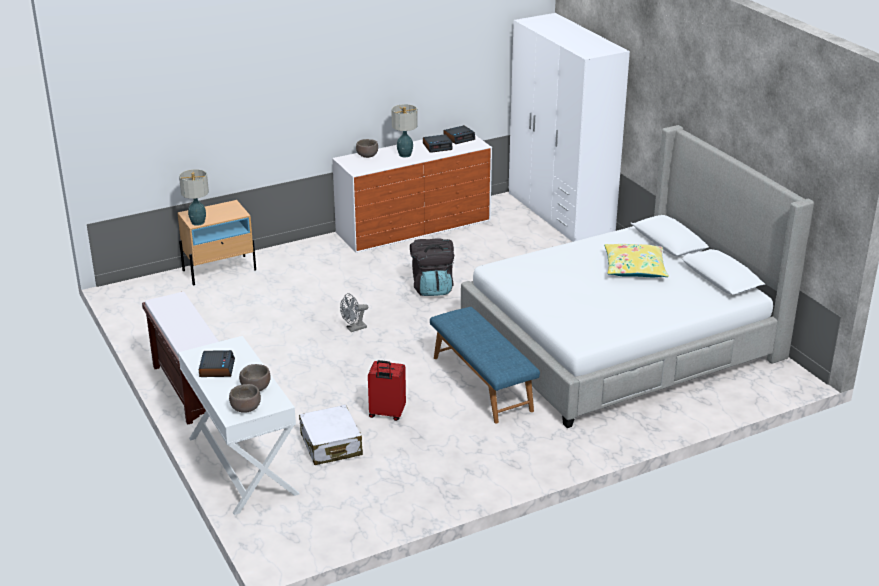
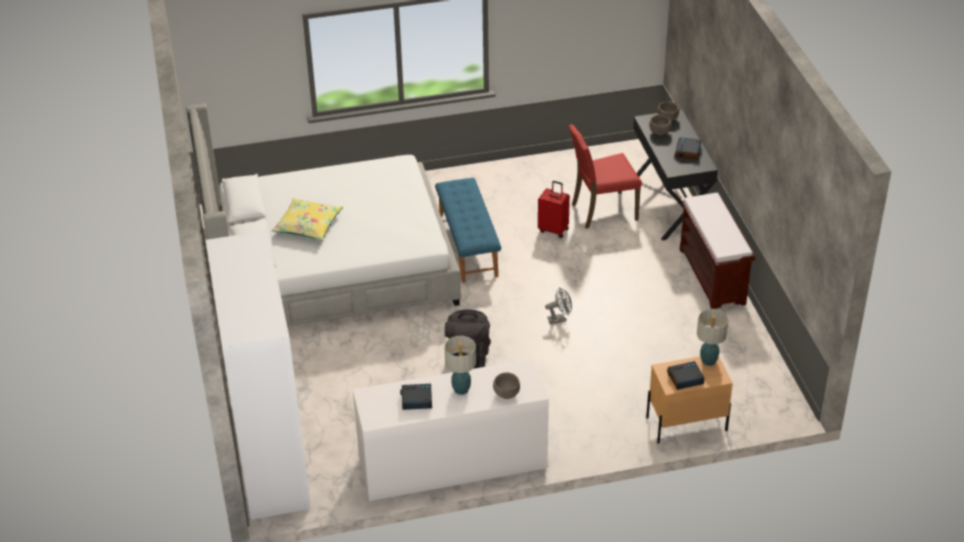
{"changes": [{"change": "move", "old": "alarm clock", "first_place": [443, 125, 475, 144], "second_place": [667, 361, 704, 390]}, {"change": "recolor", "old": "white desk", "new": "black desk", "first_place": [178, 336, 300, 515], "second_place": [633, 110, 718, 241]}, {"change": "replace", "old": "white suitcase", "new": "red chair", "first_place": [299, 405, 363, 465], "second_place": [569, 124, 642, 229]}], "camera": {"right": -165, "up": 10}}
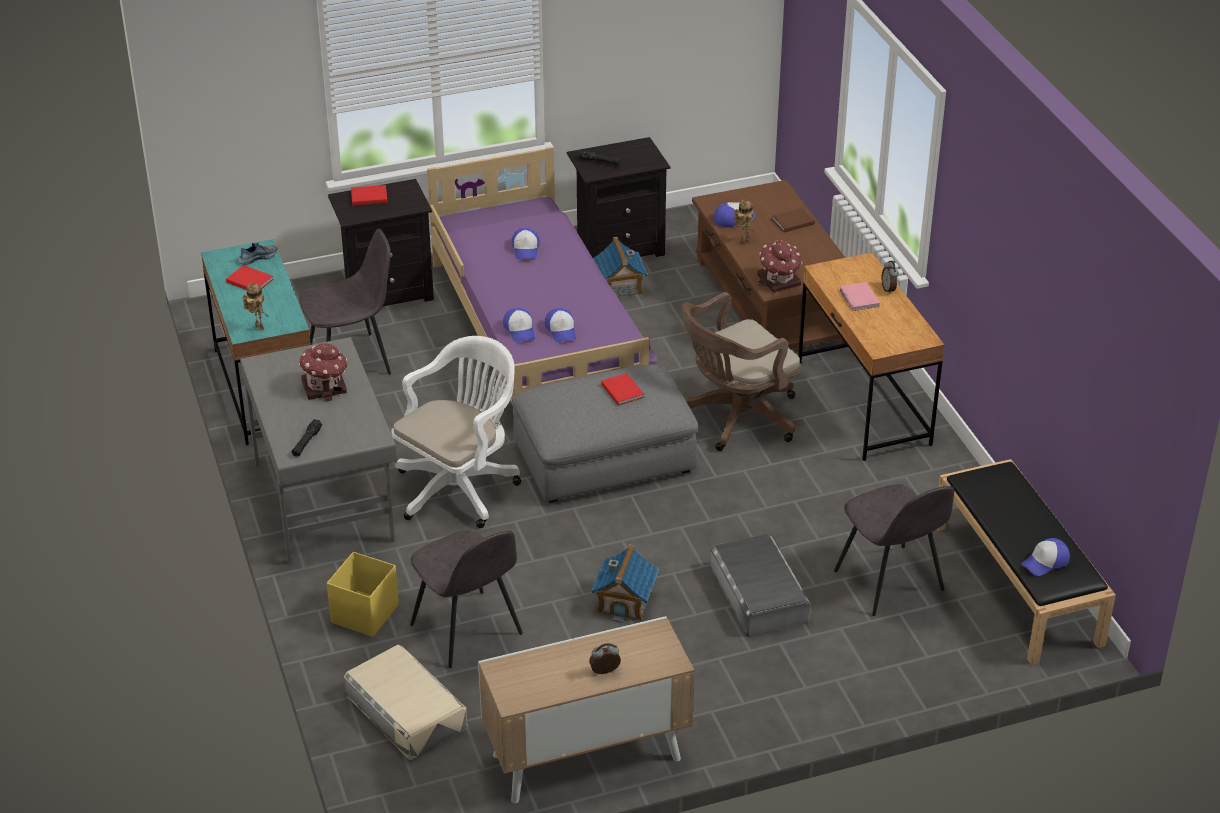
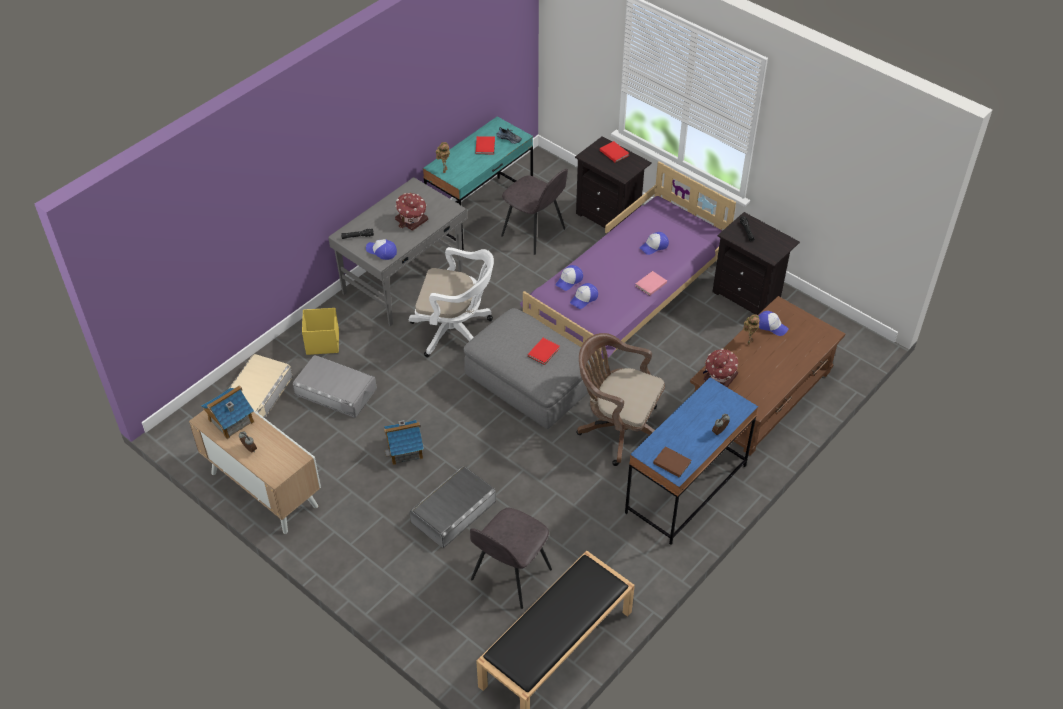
{"changes": [{"change": "move", "old": "brown book", "first_place": [772, 208, 815, 232], "second_place": [653, 446, 691, 477]}, {"change": "move", "old": "toy house", "first_place": [593, 237, 648, 297], "second_place": [201, 385, 254, 439]}, {"change": "recolor", "old": "brown desk", "new": "blue desk", "first_place": [798, 253, 945, 461], "second_place": [625, 377, 758, 545]}, {"change": "move", "old": "pink book", "first_place": [840, 282, 880, 311], "second_place": [636, 271, 667, 296]}, {"change": "replace", "old": "grey chair", "new": "grey storage box", "first_place": [410, 530, 523, 668], "second_place": [293, 355, 377, 418]}, {"change": "move", "old": "cap", "first_place": [1021, 538, 1070, 576], "second_place": [366, 239, 397, 260]}], "camera": {"right": 60, "up": 10}}
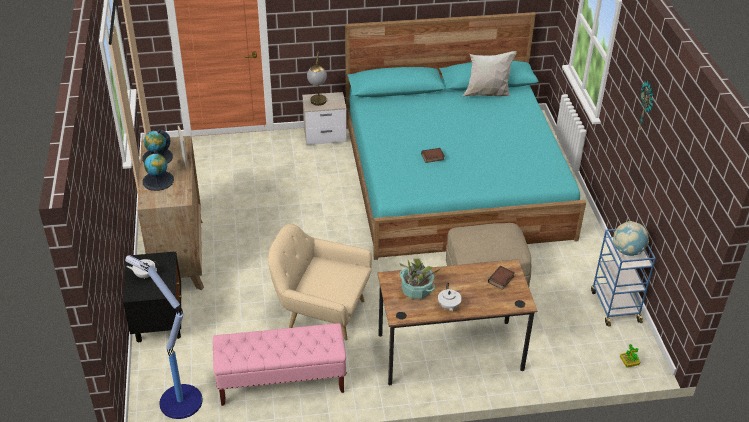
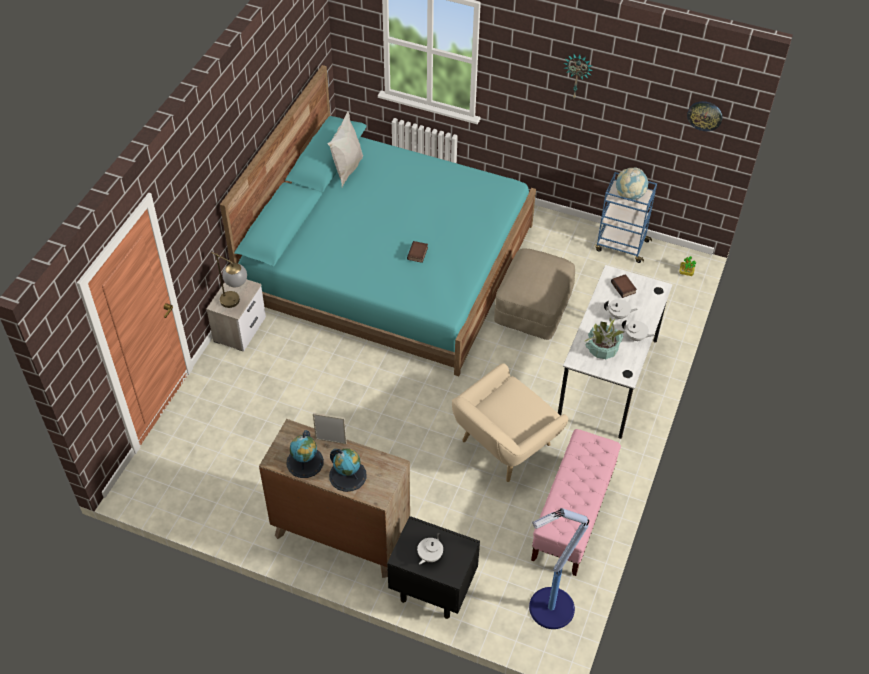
{"changes": [{"change": "recolor", "old": "brown desk", "new": "white desk", "first_place": [378, 259, 537, 385], "second_place": [558, 265, 673, 439]}, {"change": "insert", "new": "wall clock", "second_place": [687, 101, 723, 131]}, {"change": "insert", "new": "white teapot", "second_place": [604, 299, 638, 319]}], "camera": {"right": -60, "up": 10}}
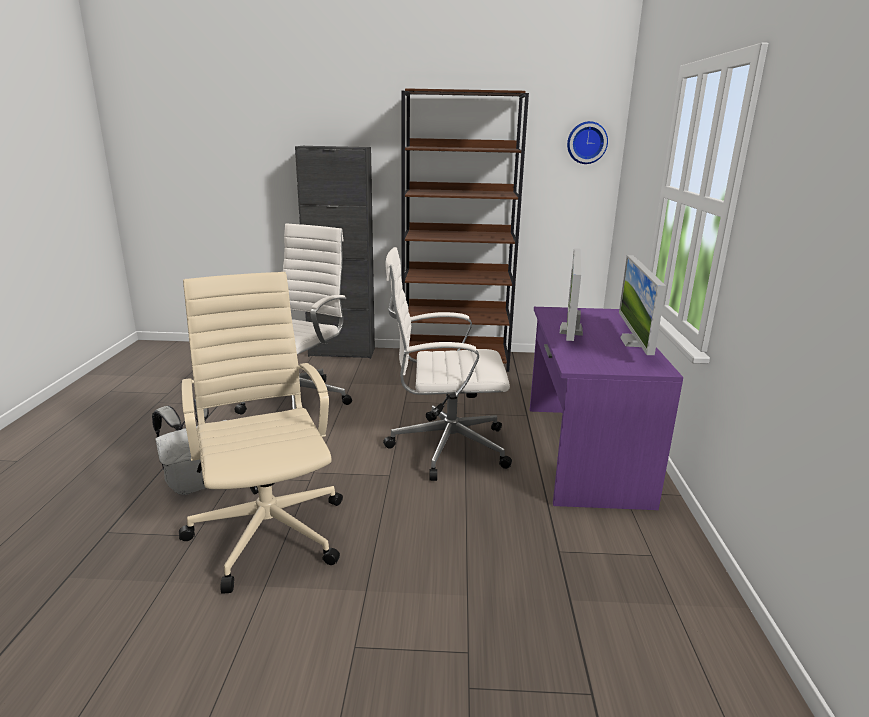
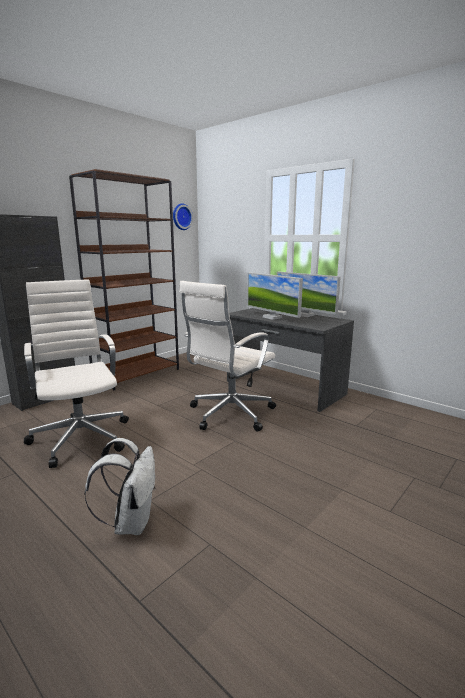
{"changes": [{"change": "delete", "old": "beige office chair", "first_place": [179, 272, 343, 594]}, {"change": "recolor", "old": "purple desk", "new": "grey desk", "first_place": [530, 307, 683, 510], "second_place": [227, 308, 354, 412]}], "camera": {"right": -50, "up": -5}}
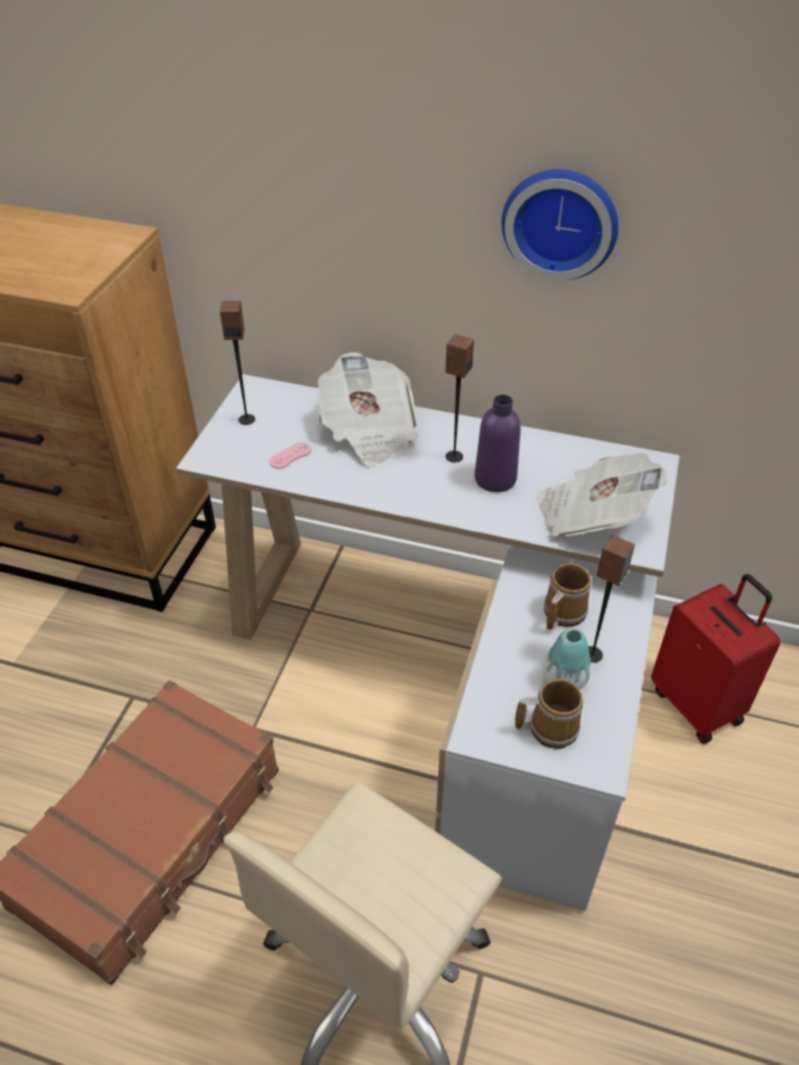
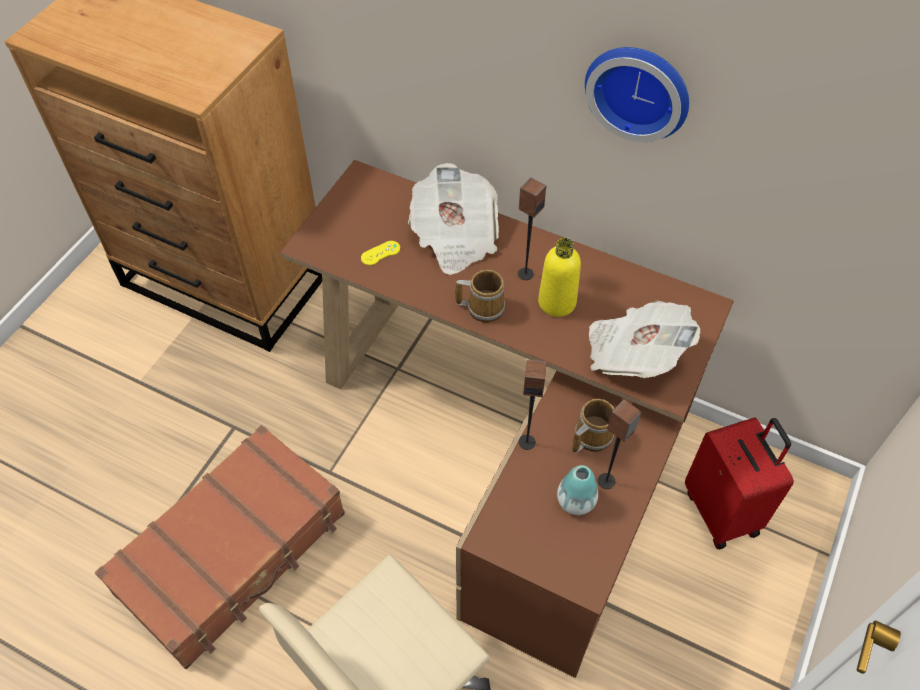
{"changes": [{"change": "move", "old": "speaker", "first_place": [220, 301, 255, 425], "second_place": [518, 360, 547, 450]}, {"change": "recolor", "old": "white desk", "new": "brown desk", "first_place": [176, 374, 680, 911], "second_place": [280, 160, 734, 678]}, {"change": "recolor", "old": "purple bottle", "new": "yellow bottle", "first_place": [475, 395, 521, 492], "second_place": [538, 238, 581, 317]}, {"change": "recolor", "old": "pink game controller", "new": "yellow game controller", "first_place": [269, 442, 312, 469], "second_place": [361, 241, 400, 265]}, {"change": "move", "old": "mug", "first_place": [515, 679, 583, 749], "second_place": [455, 270, 505, 323]}], "camera": {"right": 10, "up": 10}}
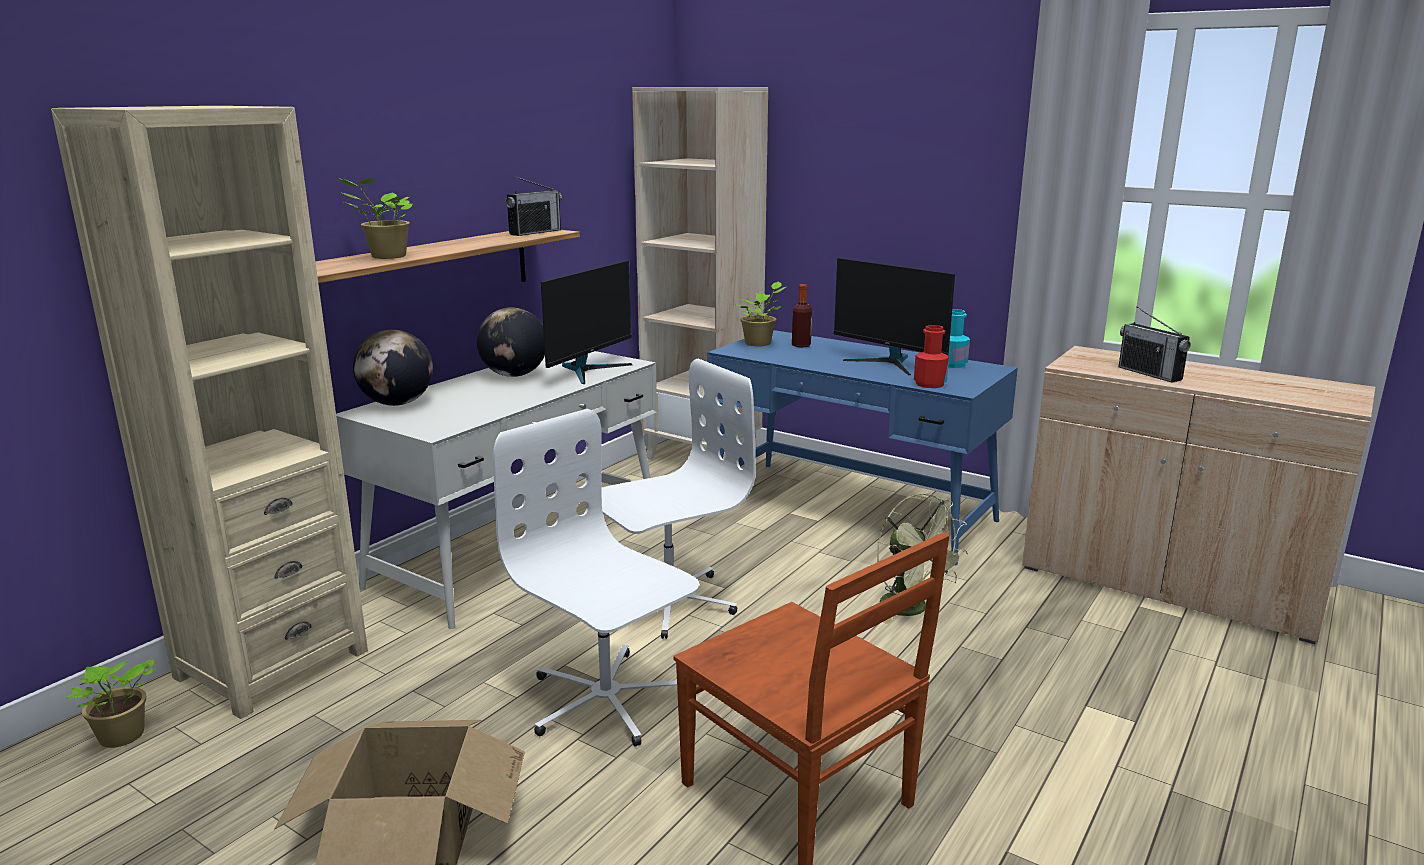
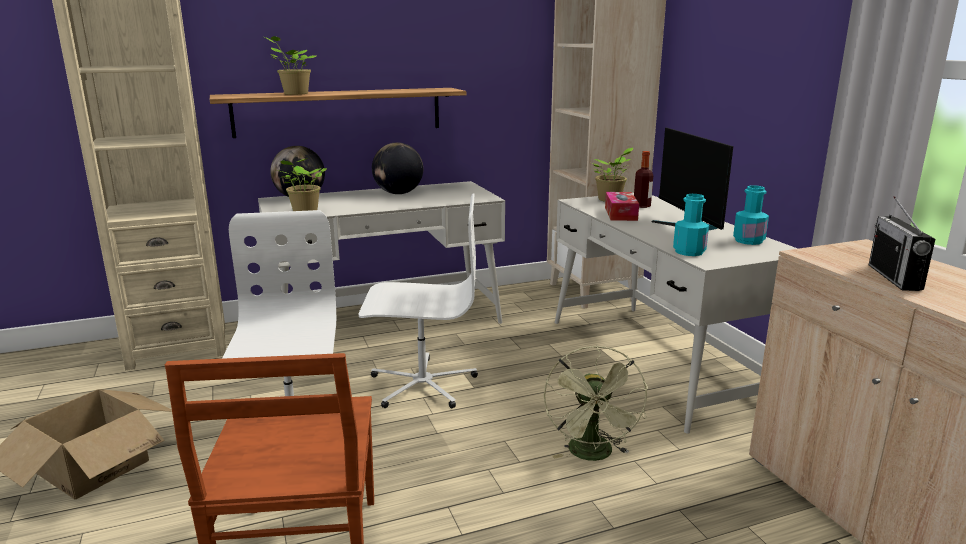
{"changes": [{"change": "delete", "old": "radio", "first_place": [506, 176, 562, 236]}, {"change": "delete", "old": "monitor", "first_place": [541, 260, 632, 384]}, {"change": "recolor", "old": "red bottle", "new": "turquoise bottle", "first_place": [914, 325, 949, 388], "second_place": [673, 194, 709, 256]}, {"change": "recolor", "old": "blue desk", "new": "white desk", "first_place": [707, 330, 1018, 565], "second_place": [555, 193, 798, 434]}, {"change": "move", "old": "potted plant", "first_place": [66, 659, 155, 748], "second_place": [276, 158, 327, 211]}, {"change": "insert", "new": "tissue box", "second_place": [605, 192, 639, 221]}], "camera": {"right": 35, "up": 0}}
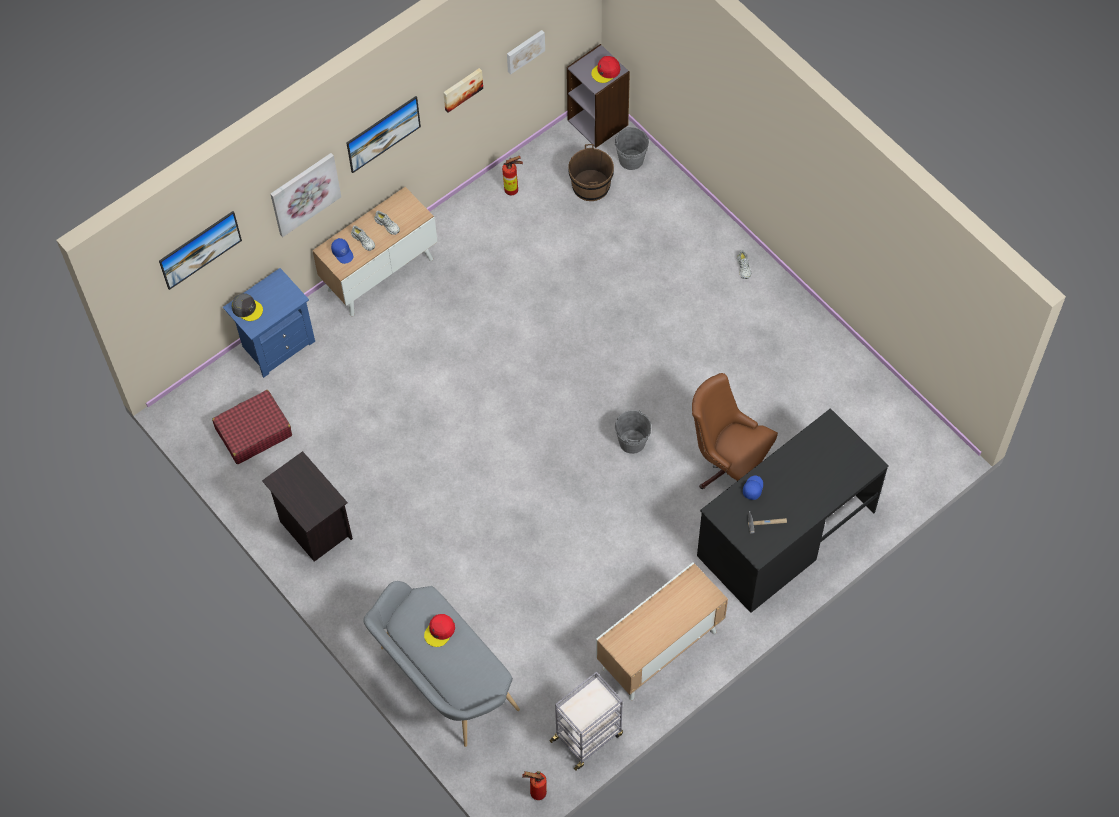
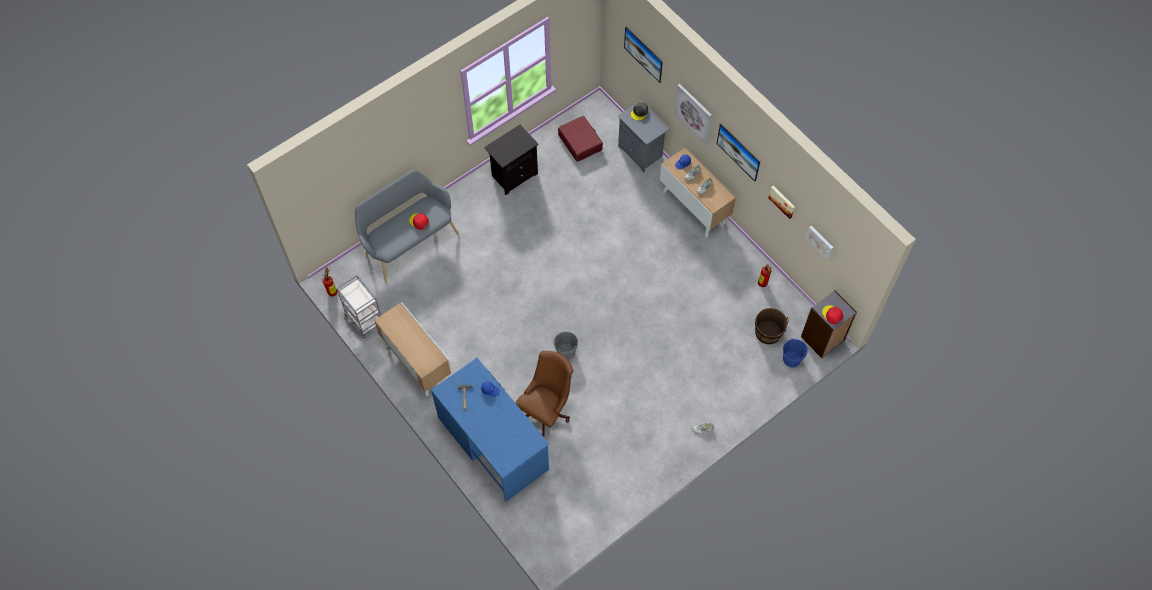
{"changes": [{"change": "recolor", "old": "grey bucket", "new": "blue bucket", "first_place": [615, 127, 649, 170], "second_place": [783, 338, 808, 368]}, {"change": "recolor", "old": "blue nightstand", "new": "grey nightstand", "first_place": [223, 268, 315, 378], "second_place": [618, 100, 670, 172]}, {"change": "recolor", "old": "black desk", "new": "blue desk", "first_place": [697, 408, 889, 613], "second_place": [431, 358, 549, 502]}], "camera": {"right": 90, "up": 0}}
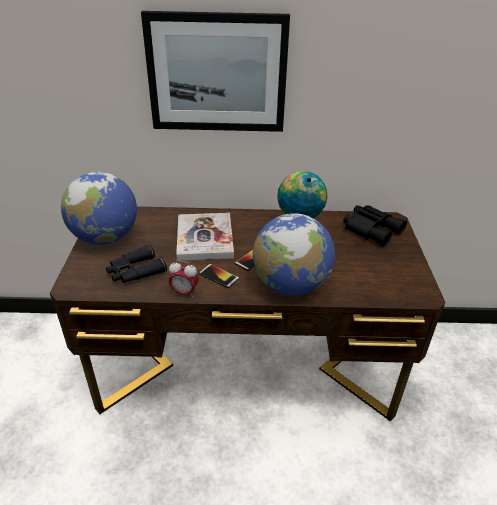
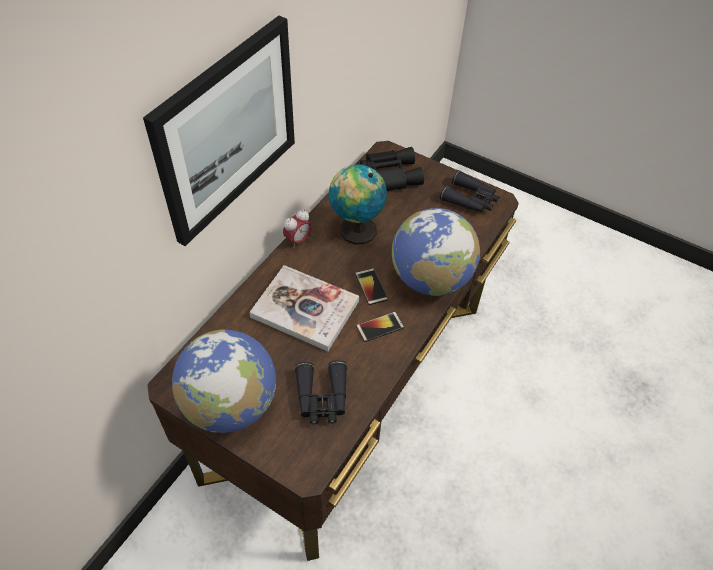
{"changes": [{"change": "move", "old": "alarm clock", "first_place": [169, 260, 199, 298], "second_place": [283, 210, 312, 248]}, {"change": "insert", "new": "black binoculars", "second_place": [440, 170, 499, 213]}], "camera": {"right": -60, "up": 15}}
